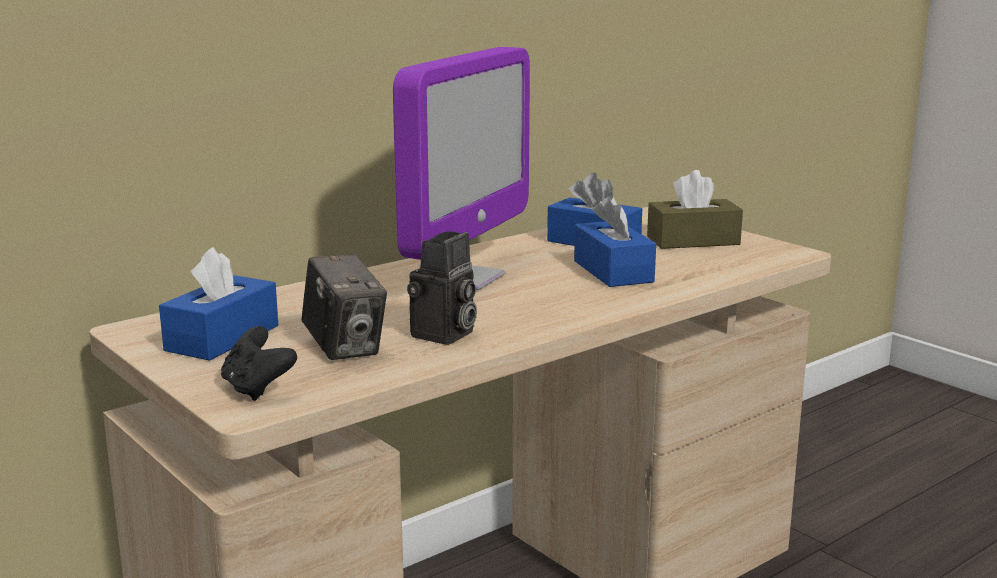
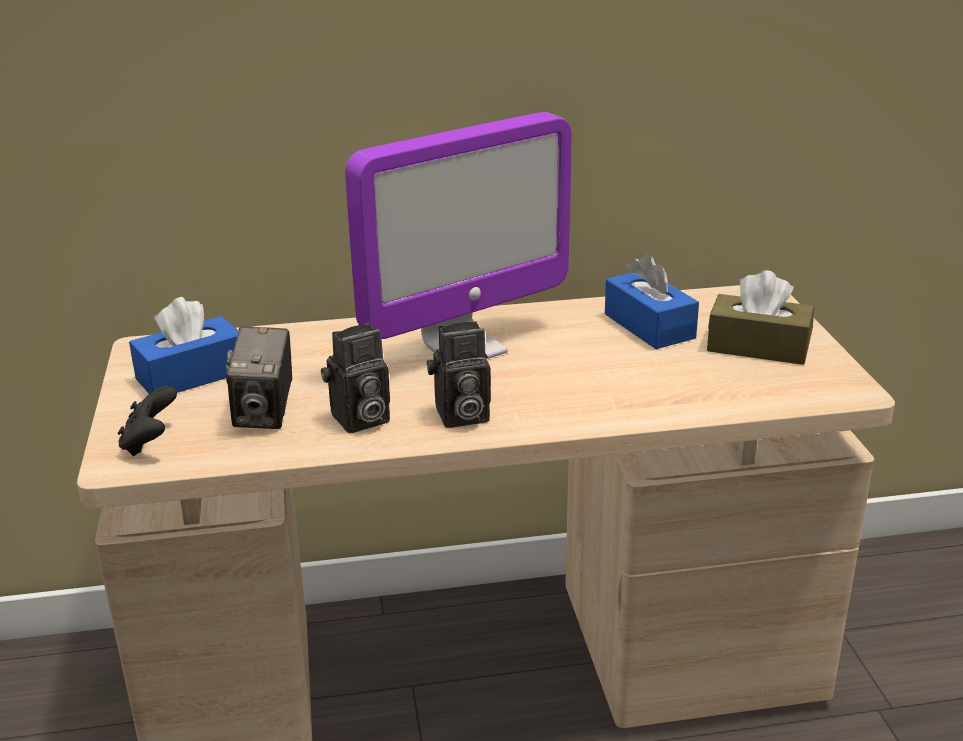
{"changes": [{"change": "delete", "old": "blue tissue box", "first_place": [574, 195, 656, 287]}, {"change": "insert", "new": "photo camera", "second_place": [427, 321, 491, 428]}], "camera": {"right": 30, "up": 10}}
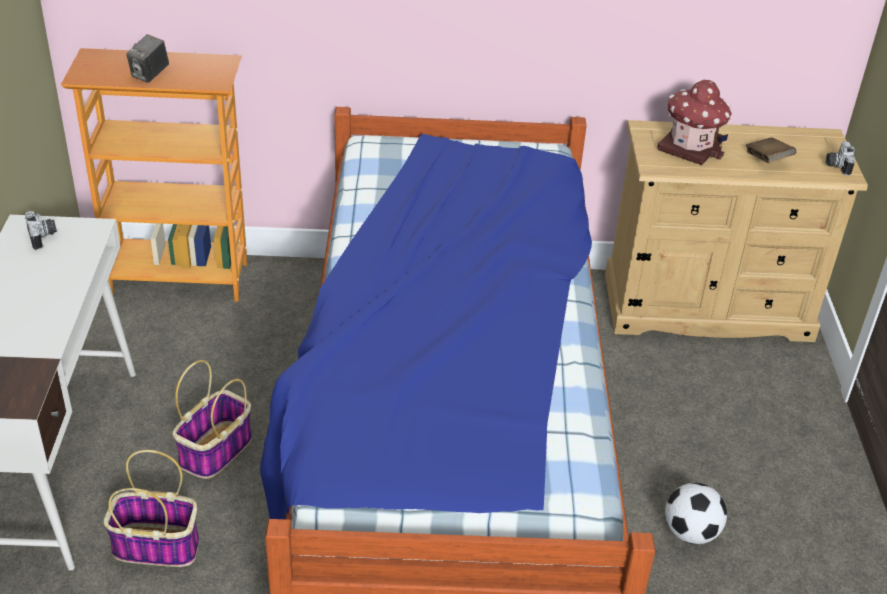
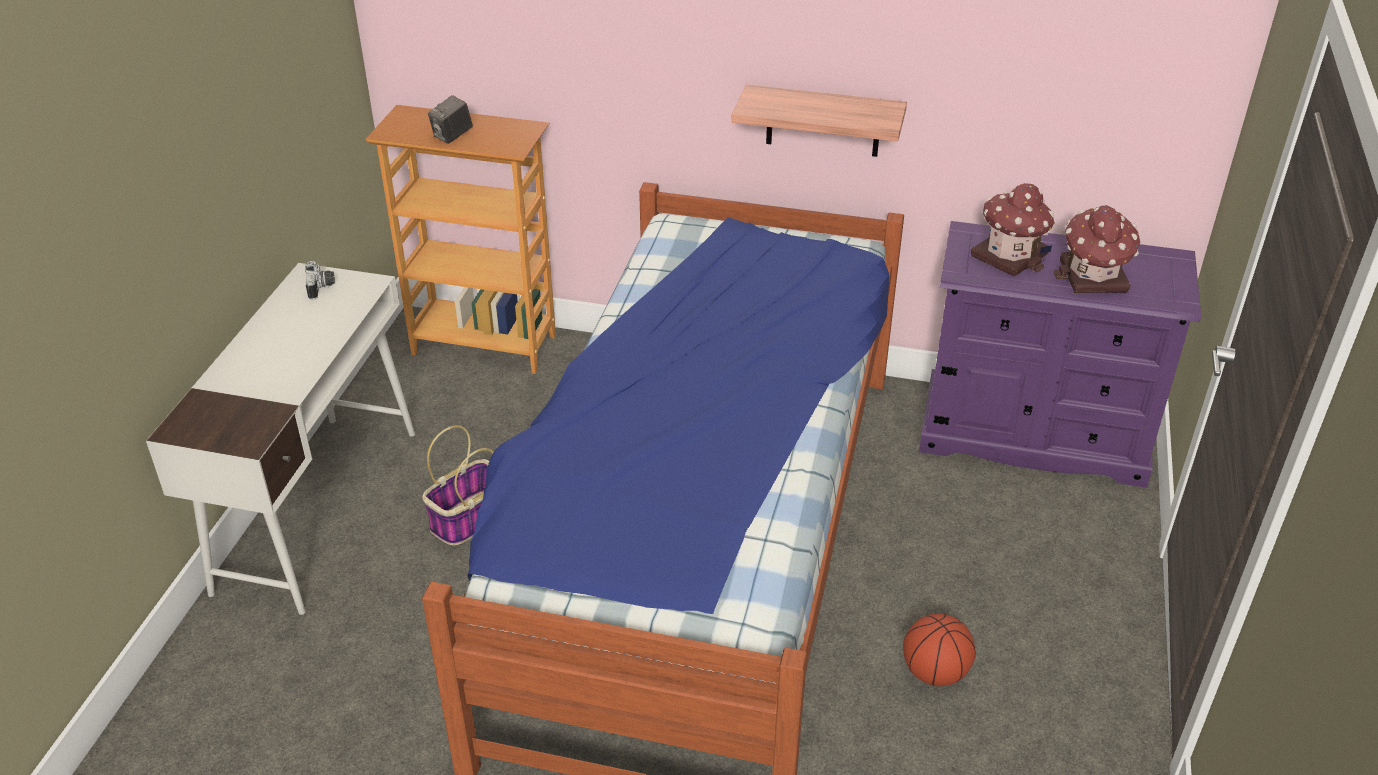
{"changes": [{"change": "recolor", "old": "beige dresser", "new": "purple dresser", "first_place": [605, 120, 868, 342], "second_place": [919, 221, 1201, 488]}, {"change": "replace", "old": "brown book", "new": "toy house", "first_place": [746, 137, 796, 163], "second_place": [1054, 205, 1140, 293]}, {"change": "delete", "old": "photo camera", "first_place": [826, 141, 855, 176]}, {"change": "delete", "old": "basket", "first_place": [103, 450, 199, 567]}, {"change": "replace", "old": "football", "new": "basketball", "first_place": [665, 483, 727, 544], "second_place": [903, 614, 976, 686]}, {"change": "insert", "new": "shelf", "second_place": [731, 84, 907, 157]}], "camera": {"right": 15, "up": 0}}
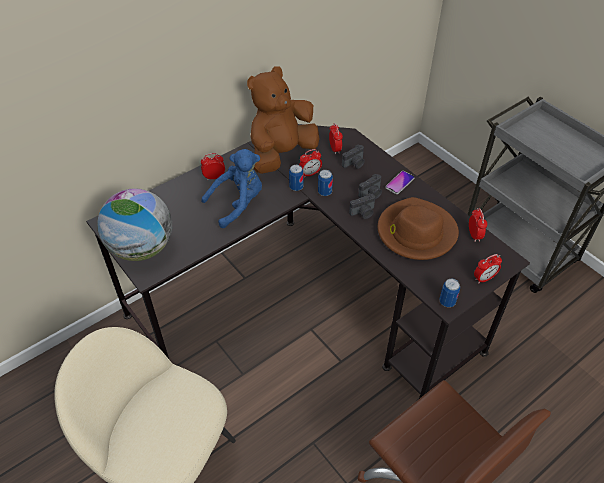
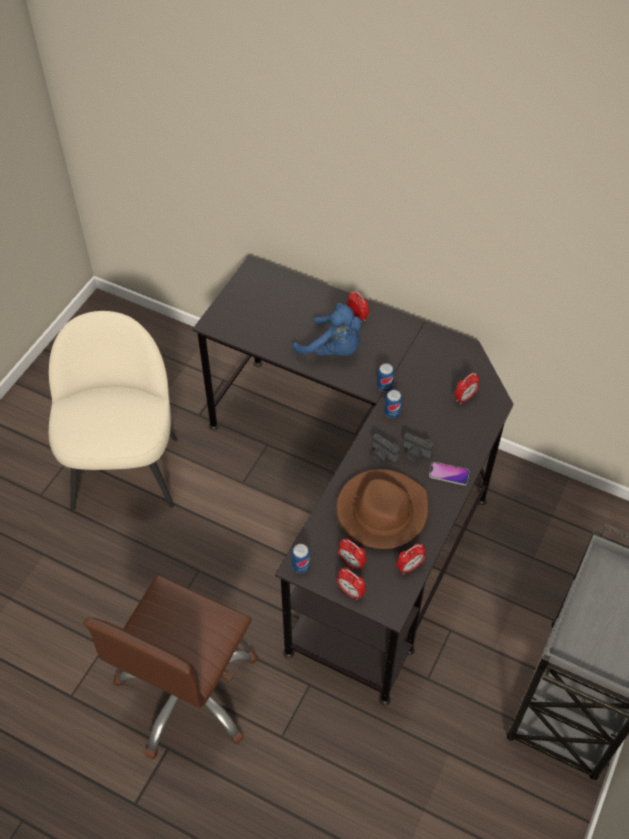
{"changes": [{"change": "delete", "old": "brown plush toy", "first_place": [247, 66, 320, 174]}, {"change": "delete", "old": "photo camera", "first_place": [342, 144, 365, 169]}, {"change": "move", "old": "alarm clock", "first_place": [299, 149, 322, 178], "second_place": [338, 538, 366, 571]}, {"change": "delete", "old": "globe", "first_place": [97, 189, 172, 261]}], "camera": {"right": 65, "up": 5}}
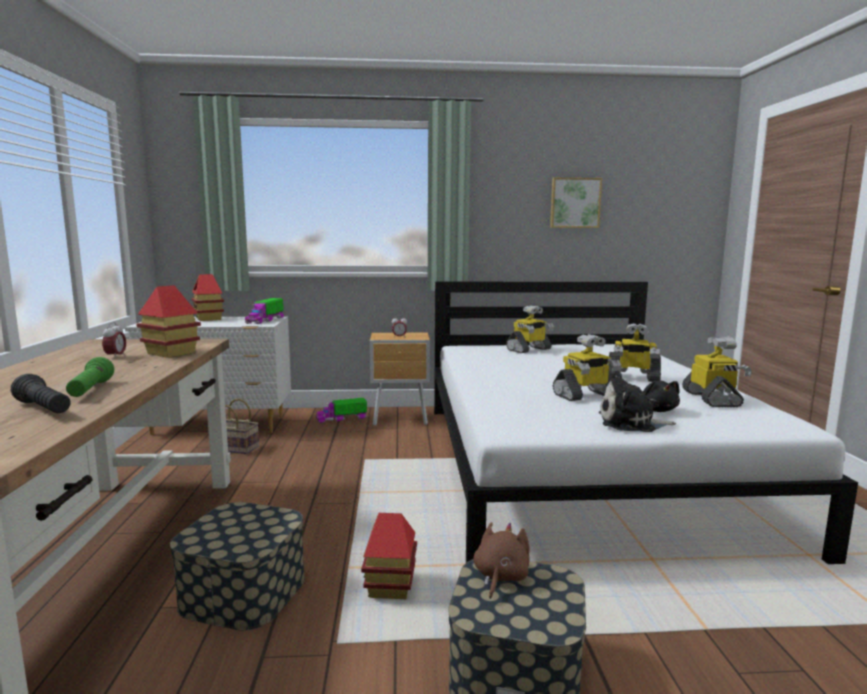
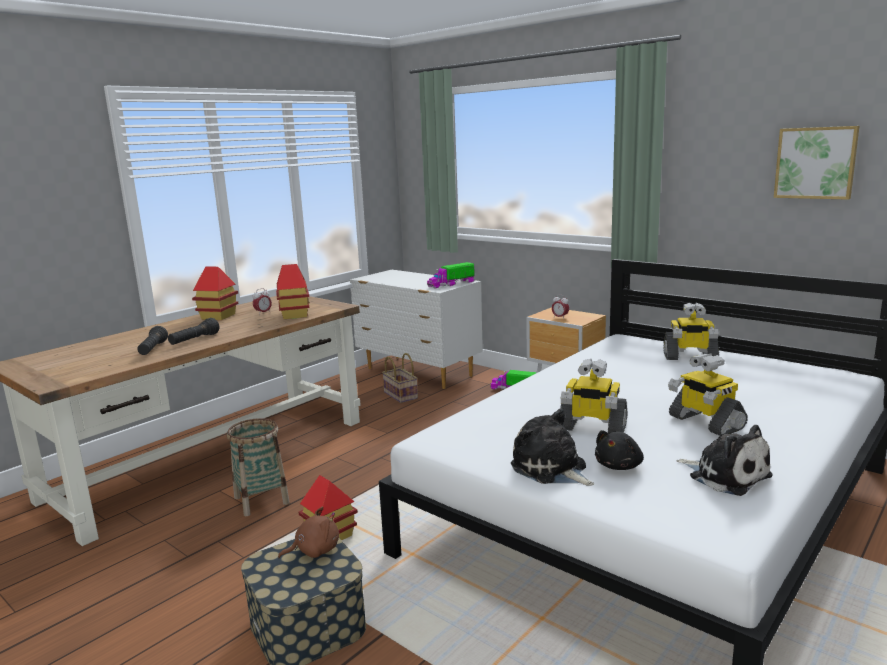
{"changes": [{"change": "move", "old": "toy house", "first_place": [191, 274, 224, 321], "second_place": [192, 267, 238, 320]}, {"change": "replace", "old": "toy robot", "new": "plush toy", "first_place": [682, 337, 752, 407], "second_place": [676, 425, 773, 496]}, {"change": "recolor", "old": "green flashlight", "new": "black flashlight", "first_place": [66, 357, 114, 397], "second_place": [168, 318, 219, 345]}, {"change": "replace", "old": "storage box", "new": "basket", "first_place": [170, 502, 305, 631], "second_place": [227, 418, 290, 516]}], "camera": {"right": 45, "up": 5}}
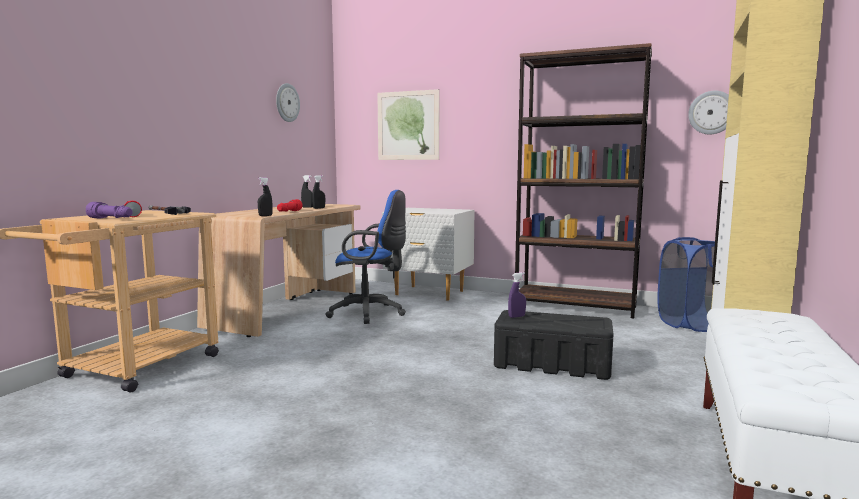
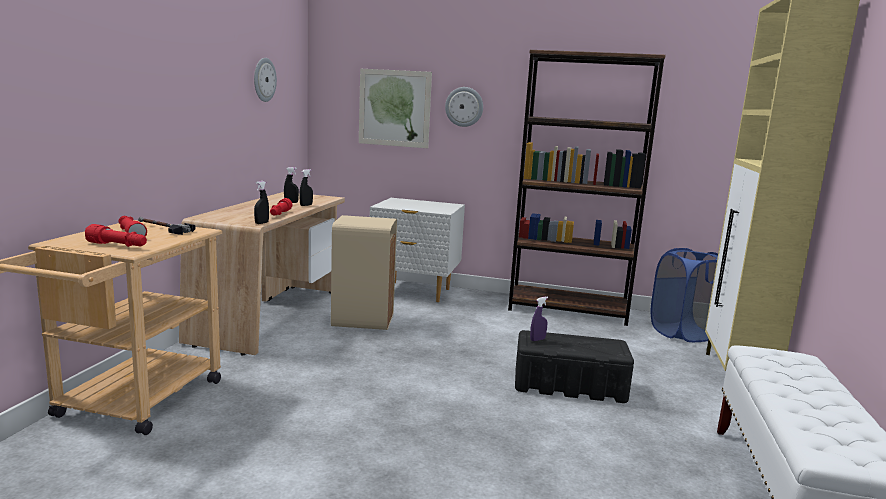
{"changes": [{"change": "move", "old": "wall clock", "first_place": [688, 91, 729, 135], "second_place": [445, 87, 483, 127]}, {"change": "replace", "old": "blue office chair", "new": "beige trash can", "first_place": [325, 190, 406, 324], "second_place": [331, 215, 397, 330]}, {"change": "recolor", "old": "purple flashlight", "new": "red flashlight", "first_place": [86, 202, 133, 219], "second_place": [85, 224, 147, 247]}], "camera": {"right": -10, "up": 5}}
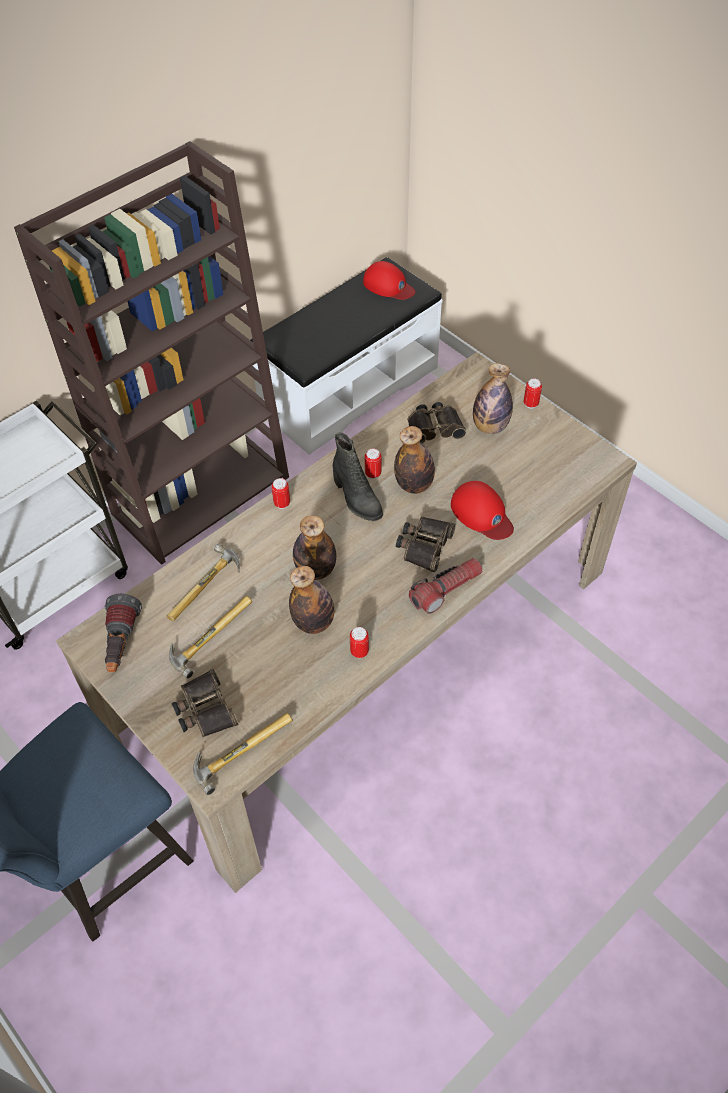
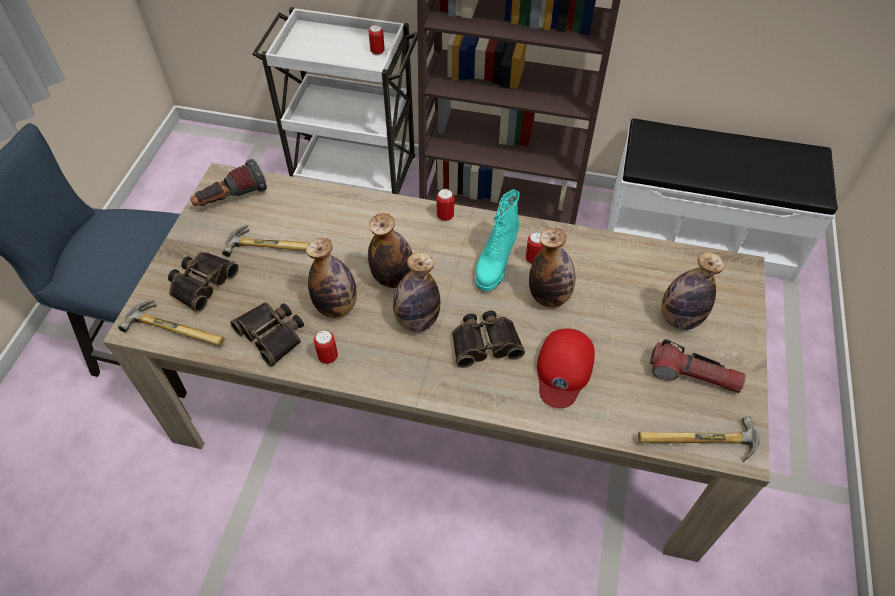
{"changes": [{"change": "delete", "old": "red cap", "first_place": [363, 261, 415, 300]}, {"change": "move", "old": "can", "first_place": [524, 379, 542, 408], "second_place": [369, 25, 385, 56]}, {"change": "move", "old": "binoculars", "first_place": [408, 402, 466, 444], "second_place": [230, 302, 304, 367]}, {"change": "recolor", "old": "black boot", "new": "turquoise boot", "first_place": [333, 432, 383, 521], "second_place": [475, 190, 520, 291]}, {"change": "move", "old": "hammer", "first_place": [167, 543, 240, 621], "second_place": [638, 417, 760, 462]}, {"change": "move", "old": "flashlight", "first_place": [409, 558, 483, 614], "second_place": [650, 339, 746, 393]}, {"change": "insert", "new": "bottle", "second_place": [393, 252, 440, 332]}], "camera": {"right": 55, "up": 0}}
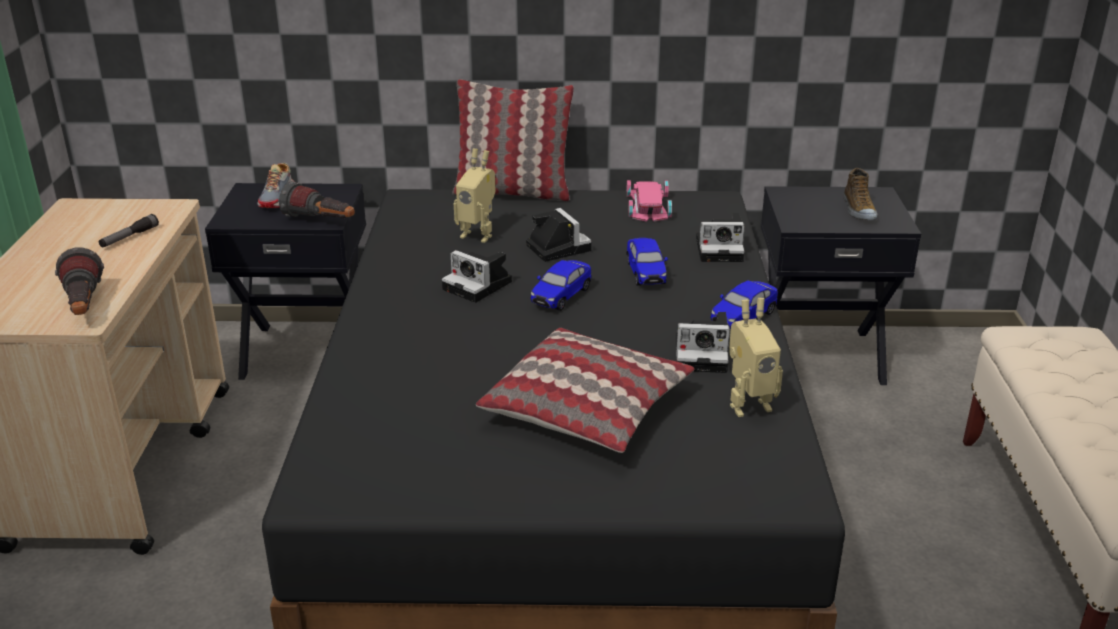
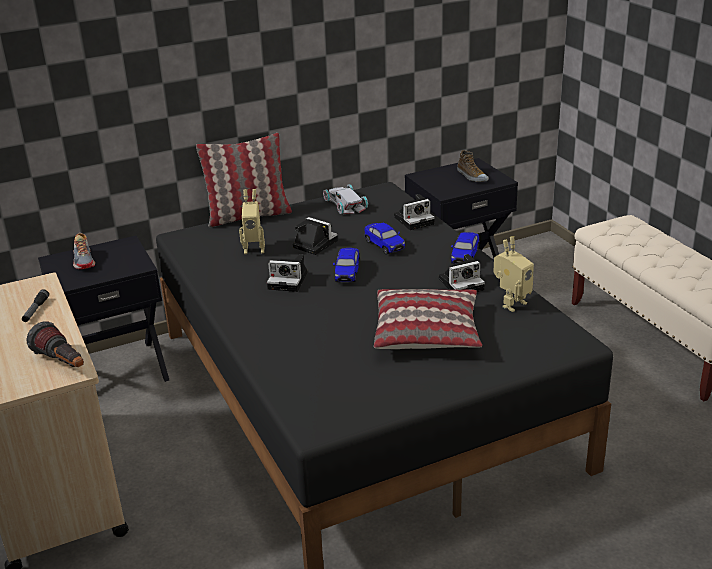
{"changes": [{"change": "recolor", "old": "pink toy car", "new": "white toy car", "first_place": [627, 180, 672, 222], "second_place": [323, 184, 368, 214]}, {"change": "delete", "old": "flashlight", "first_place": [279, 181, 355, 218]}], "camera": {"right": -25, "up": 0}}
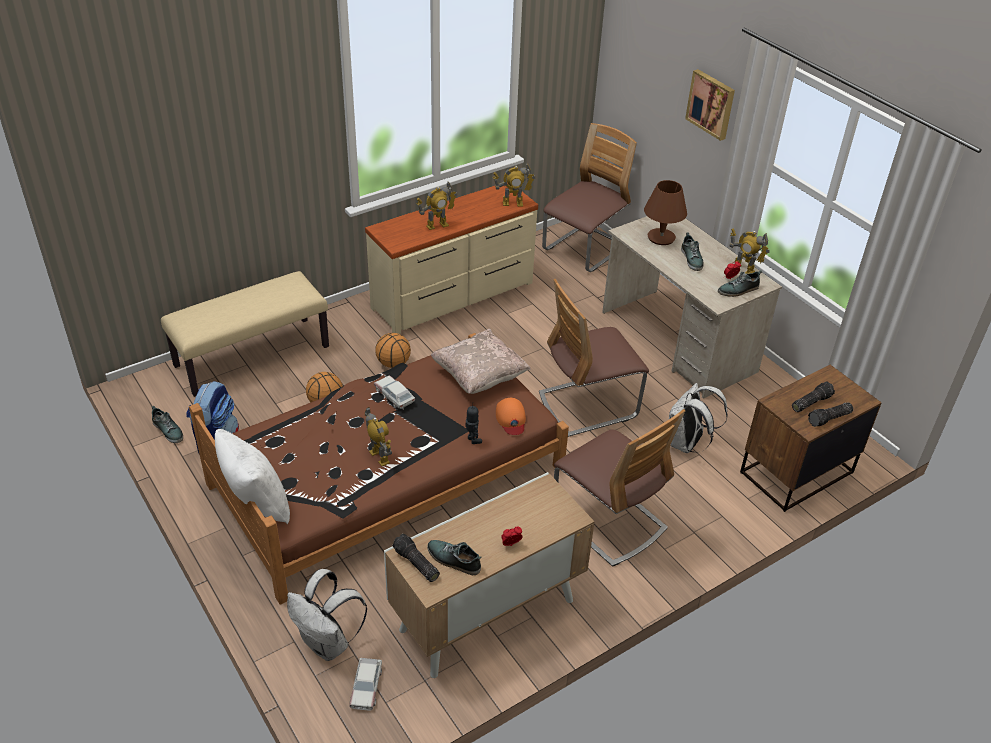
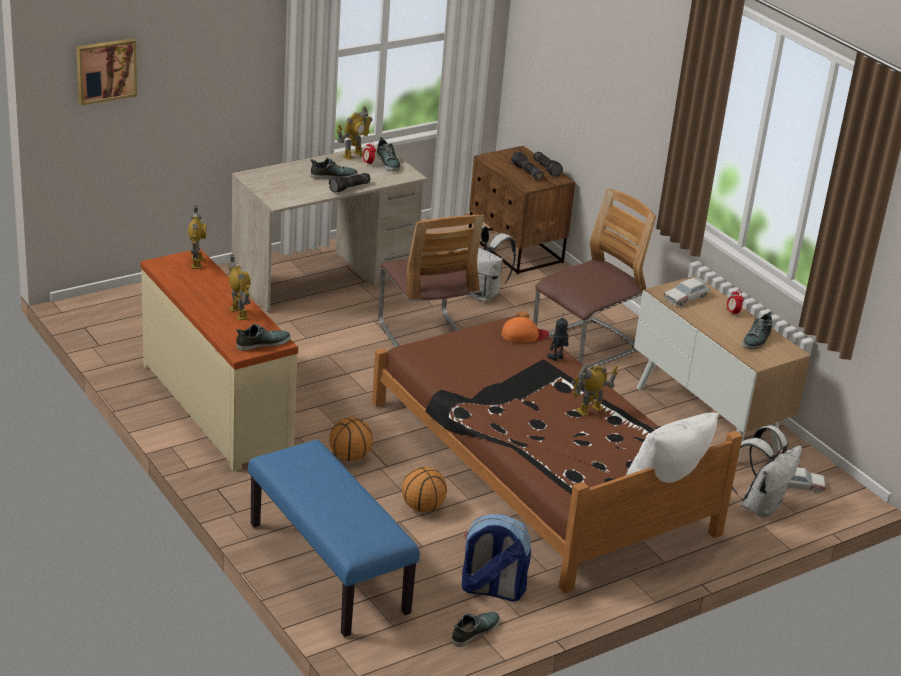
{"changes": [{"change": "move", "old": "picture", "first_place": [685, 69, 735, 141], "second_place": [76, 38, 137, 105]}, {"change": "delete", "old": "chair", "first_place": [542, 123, 637, 272]}, {"change": "delete", "old": "brown table lamp", "first_place": [644, 180, 687, 245]}, {"change": "recolor", "old": "beige bench", "new": "blue bench", "first_place": [161, 271, 329, 397], "second_place": [248, 440, 420, 637]}, {"change": "delete", "old": "beige pillow", "first_place": [431, 329, 531, 394]}, {"change": "move", "old": "toy car", "first_place": [374, 375, 415, 410], "second_place": [663, 276, 710, 306]}, {"change": "move", "old": "flashlight", "first_place": [392, 534, 440, 582], "second_place": [329, 173, 370, 193]}, {"change": "insert", "new": "shoe", "second_place": [236, 324, 290, 351]}], "camera": {"right": -90, "up": -10}}
